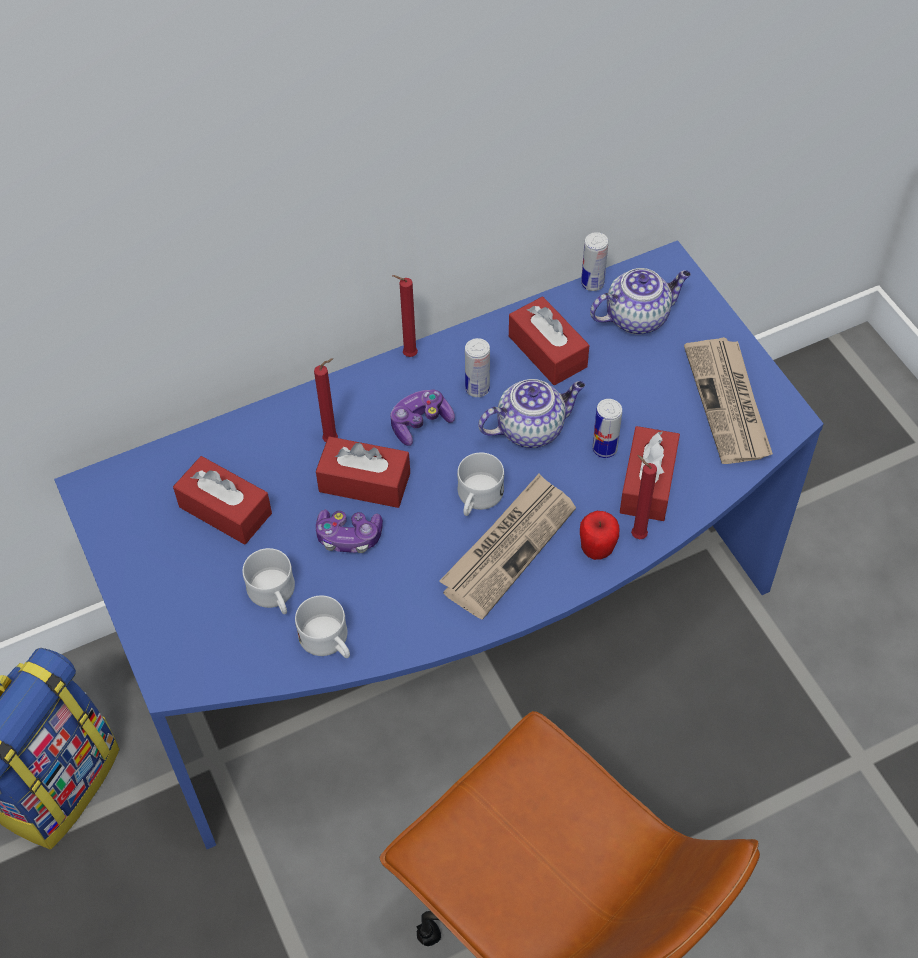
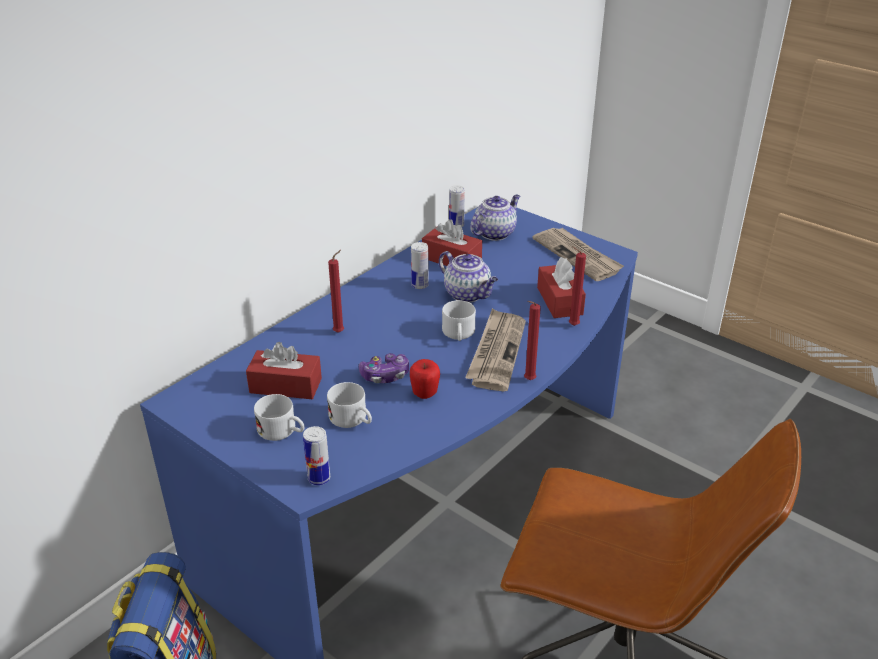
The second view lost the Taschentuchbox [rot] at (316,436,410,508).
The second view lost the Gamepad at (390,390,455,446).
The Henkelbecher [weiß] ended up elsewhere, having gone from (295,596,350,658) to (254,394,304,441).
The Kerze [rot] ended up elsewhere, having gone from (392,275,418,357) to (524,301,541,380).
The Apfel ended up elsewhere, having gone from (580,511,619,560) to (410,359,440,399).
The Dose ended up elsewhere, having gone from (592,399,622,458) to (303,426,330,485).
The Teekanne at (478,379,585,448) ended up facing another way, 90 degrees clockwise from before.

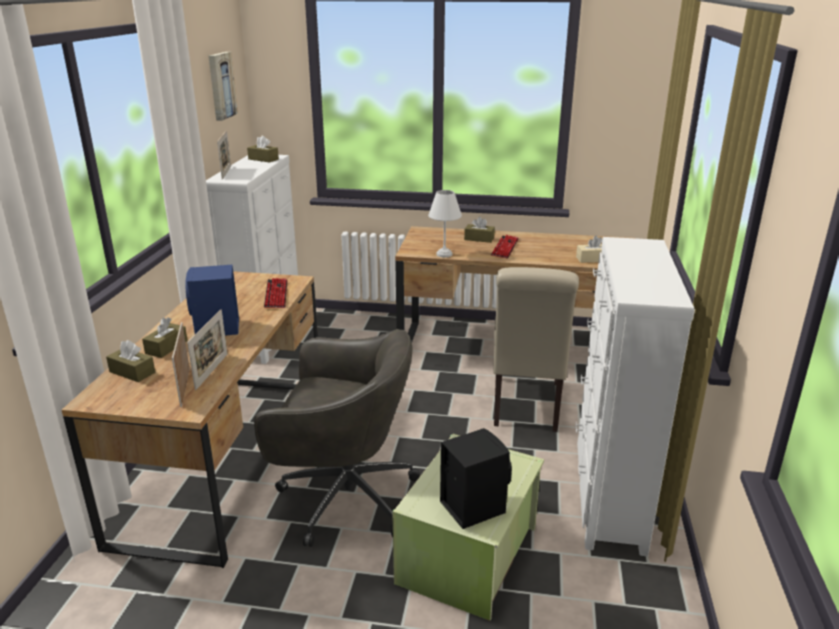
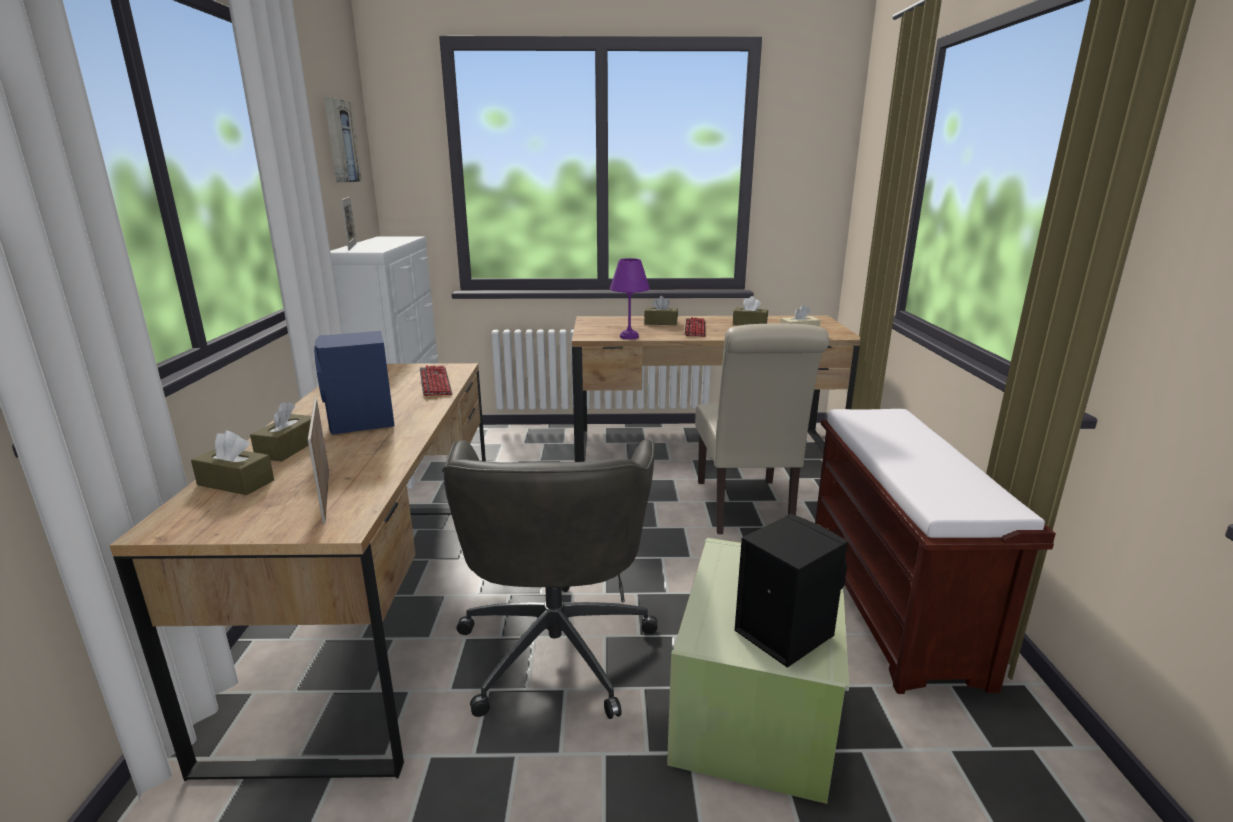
The second view lost the Bilderrahmen at (187,309,228,390).
The Taschentuchbox [braun] ended up elsewhere, having gone from (247,136,279,162) to (733,296,768,325).
Where the Kommode [weiß] stood at (575,237,695,557), the Bank [braun] came to stand at (815,409,1056,694).
What was the Tischlampe [weiß] at (428,190,462,257) turned into the Tischlampe [lila] at (610,258,650,339).
The Bürostuhl [grau] at (254,329,420,547) ended up facing another way, 90 degrees clockwise from before.

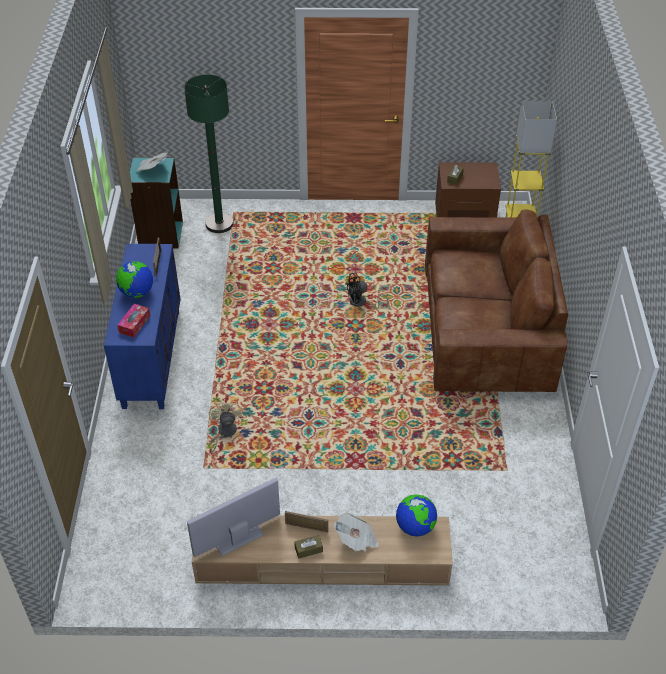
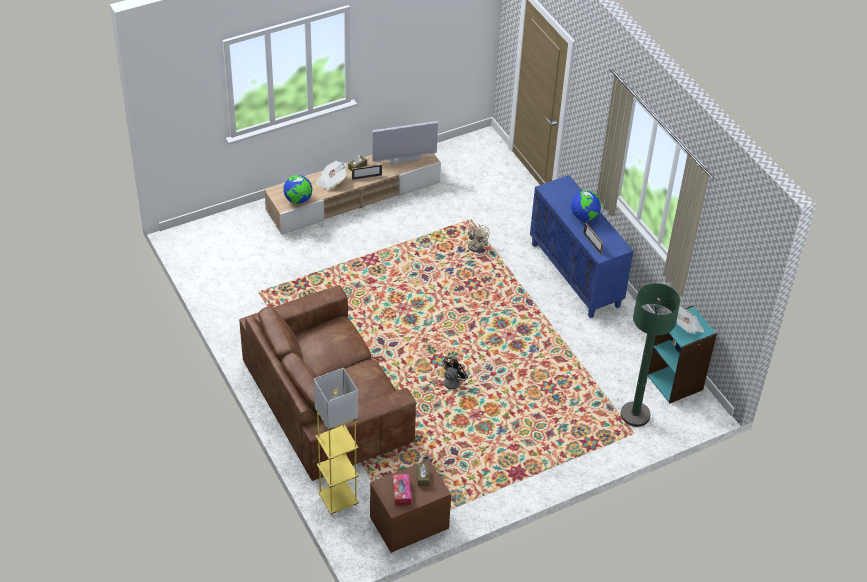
The Taschentuchbox ended up elsewhere, having gone from (117,304,150,337) to (392,474,411,506).
The Fernseher at (187,478,280,557) ended up facing another way, 45 degrees clockwise from before.

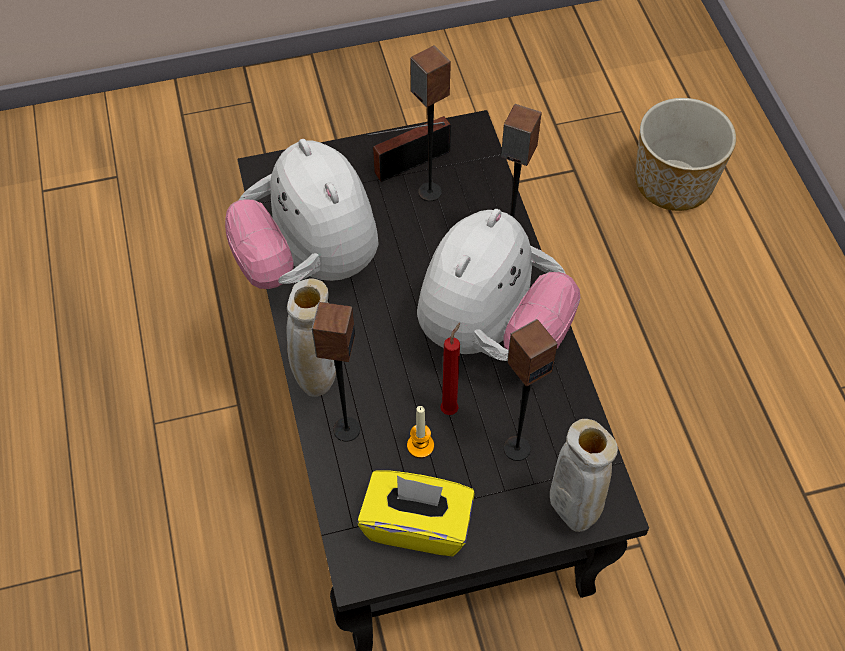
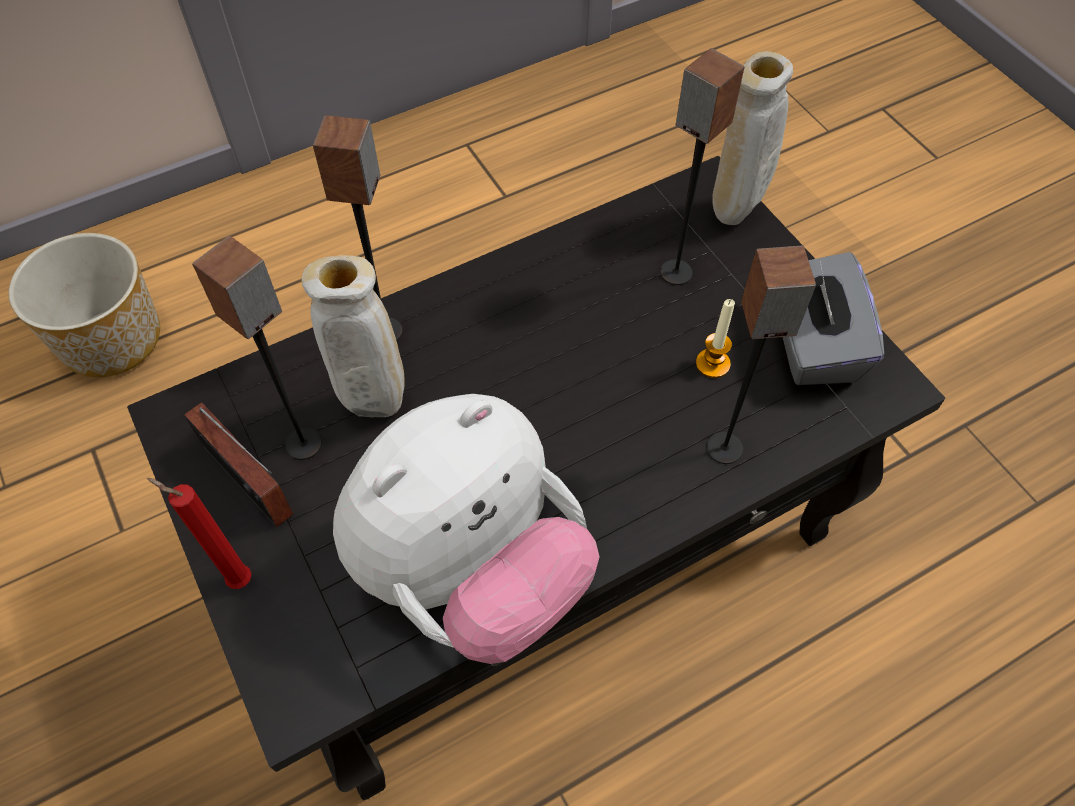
The second view lost the Plüschtier at (417,209,580,361).
The Vase [beige] ended up elsewhere, having gone from (287,278,336,397) to (301,256,404,417).
The Kerze [rot] ended up elsewhere, having gone from (440,322,460,415) to (147,478,252,589).
What was the Taschentuchbox [gelb] at (357,471,475,557) turned into the Taschentuchbox [grau] at (783,252,884,385).

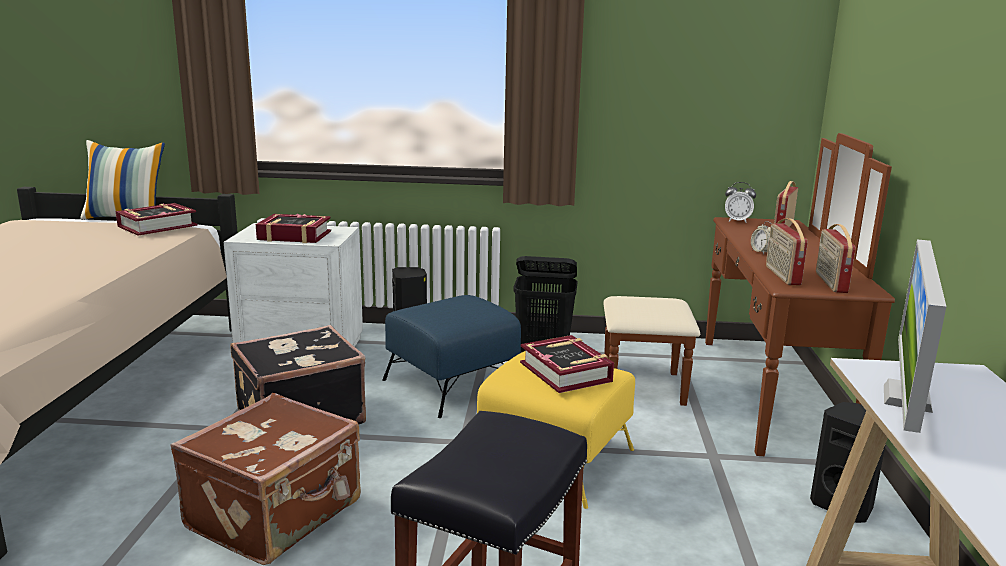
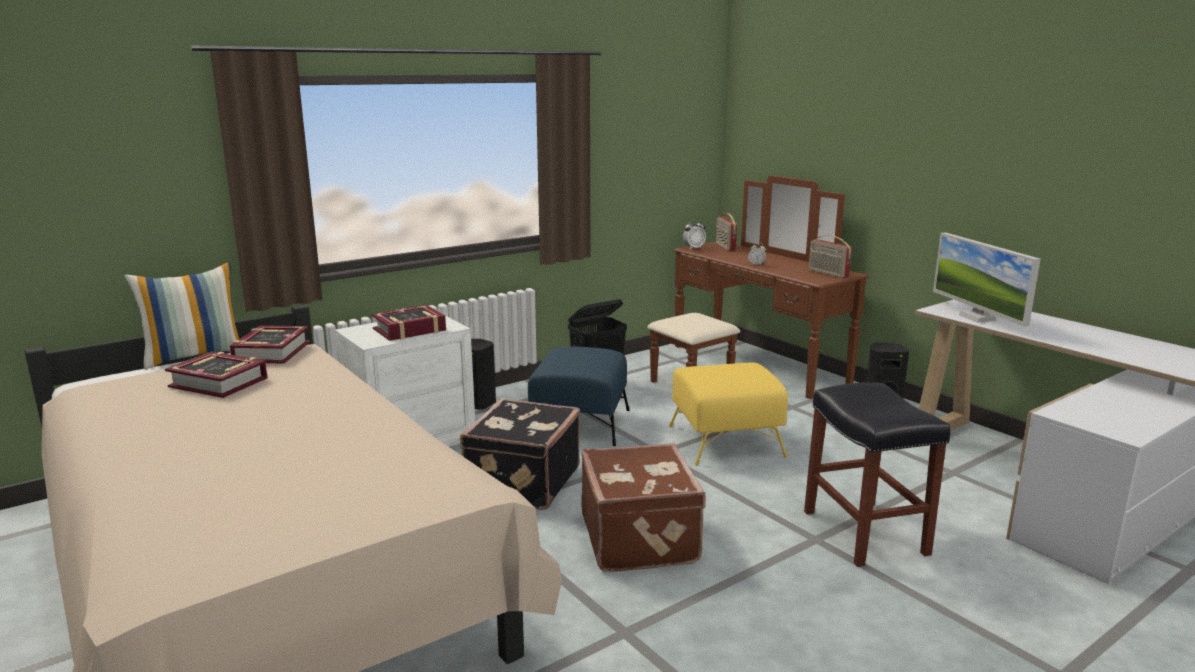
The second view lost the Radio at (766,218,808,285).
The Buch ended up elsewhere, having gone from (520,335,614,393) to (165,352,268,398).

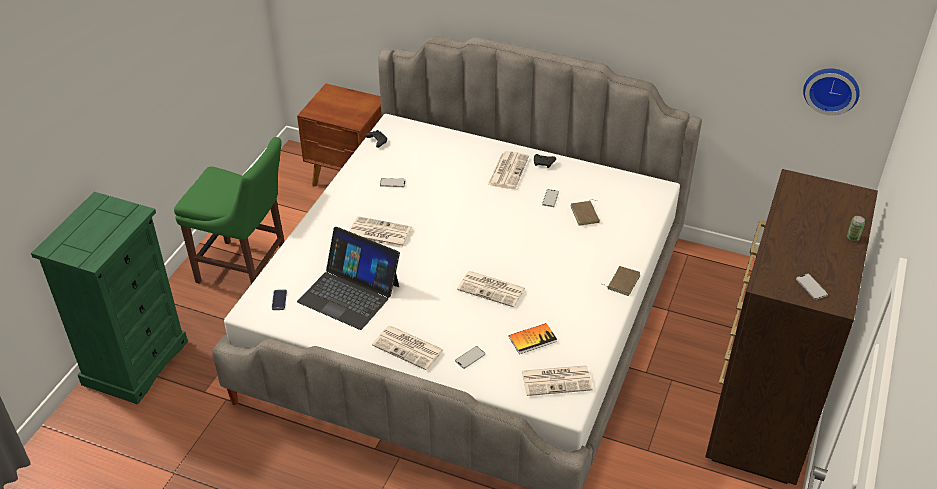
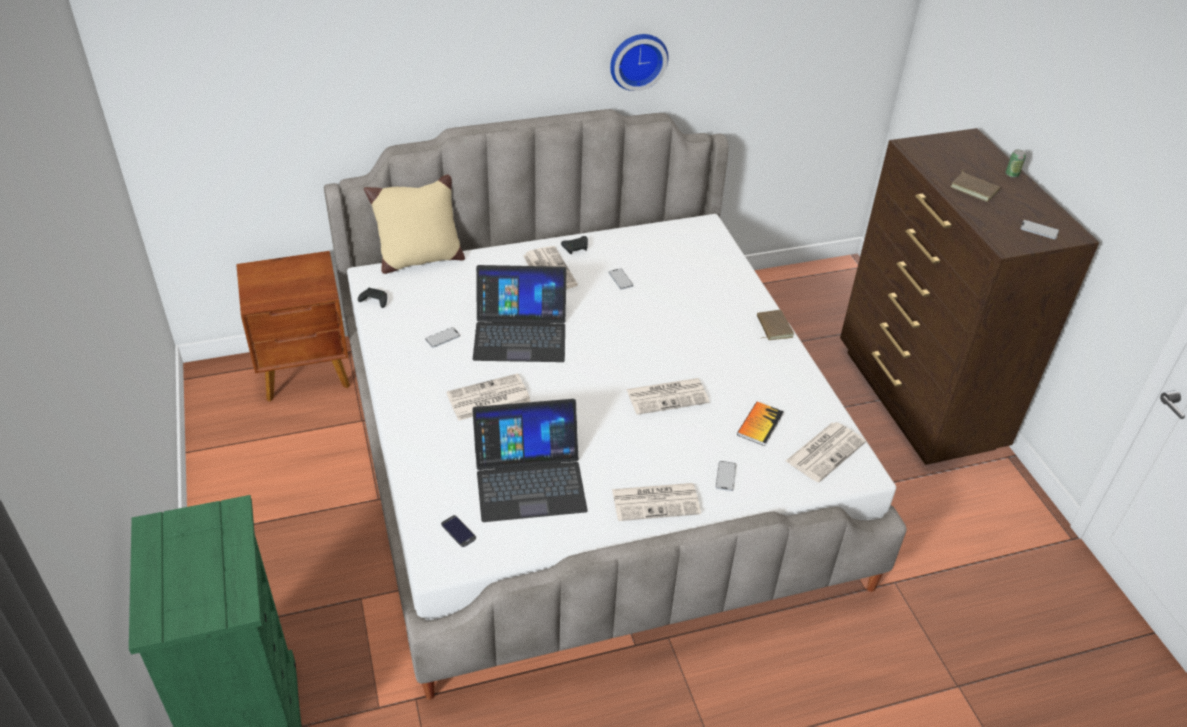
The second view lost the Stuhl [grün] at (174,137,285,284).
The second view gained the Kissen [beige] at (364,175,465,274).
The second view gained the Laptop at (473,265,566,362).
The Buch [braun] ended up elsewhere, having gone from (571,199,600,226) to (950,169,1000,202).
The Wanduhr ended up elsewhere, having gone from (803,68,860,115) to (610,34,668,91).

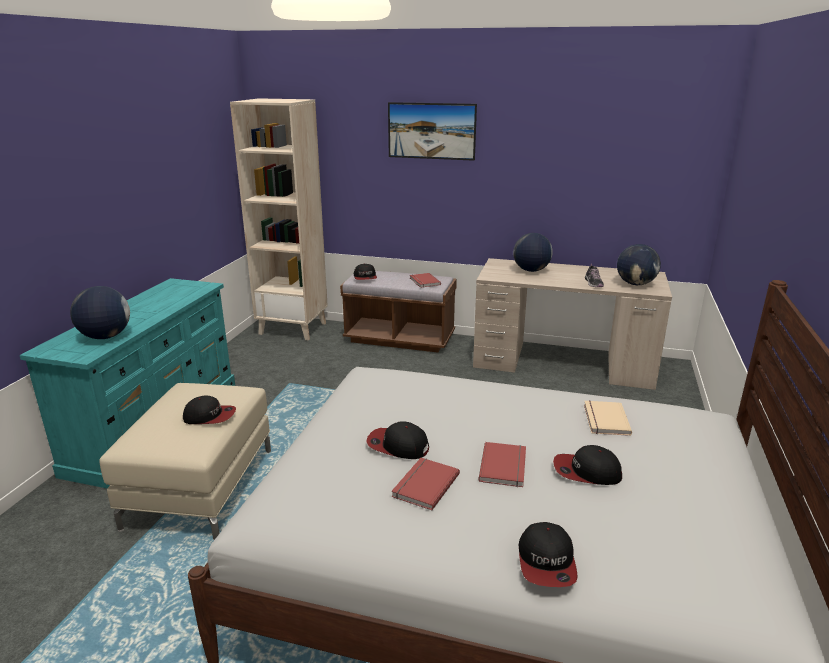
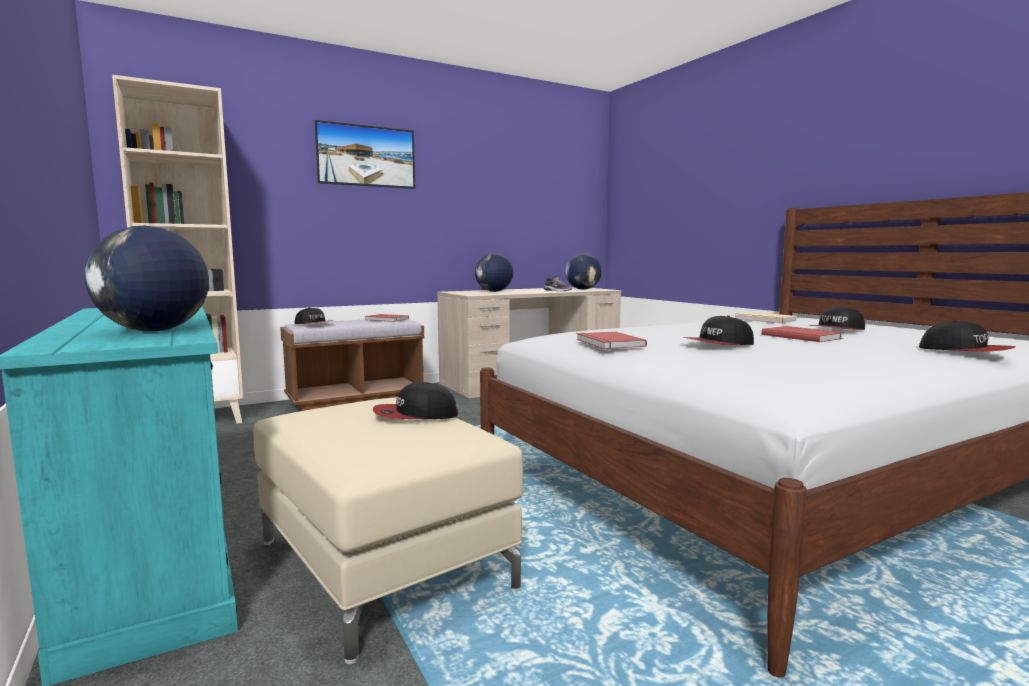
The Buch [rot] ended up elsewhere, having gone from (391,458,460,510) to (576,332,647,349).
The Kappe at (183,395,236,424) ended up facing another way, 150 degrees counterclockwise from before.

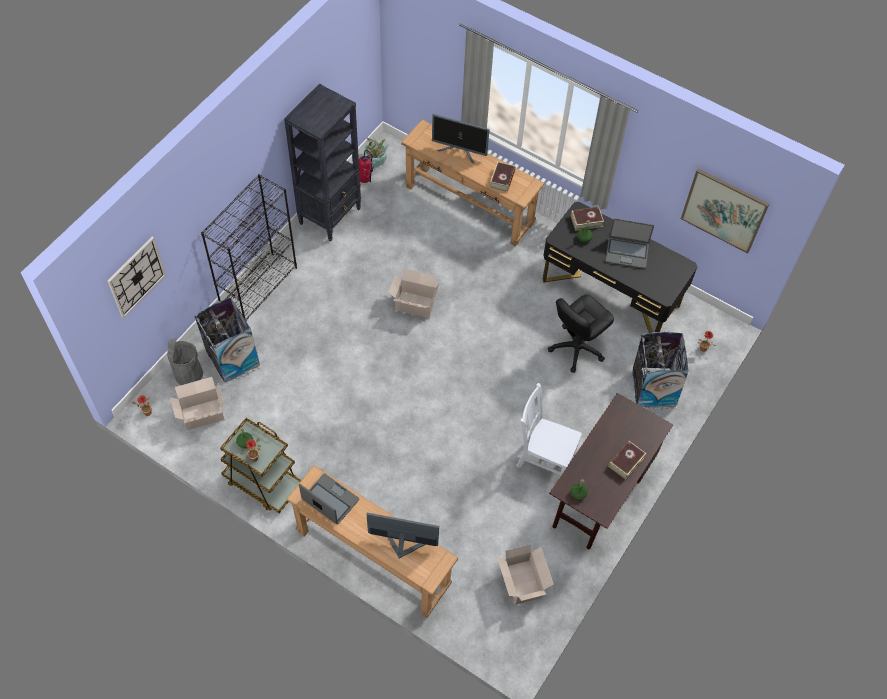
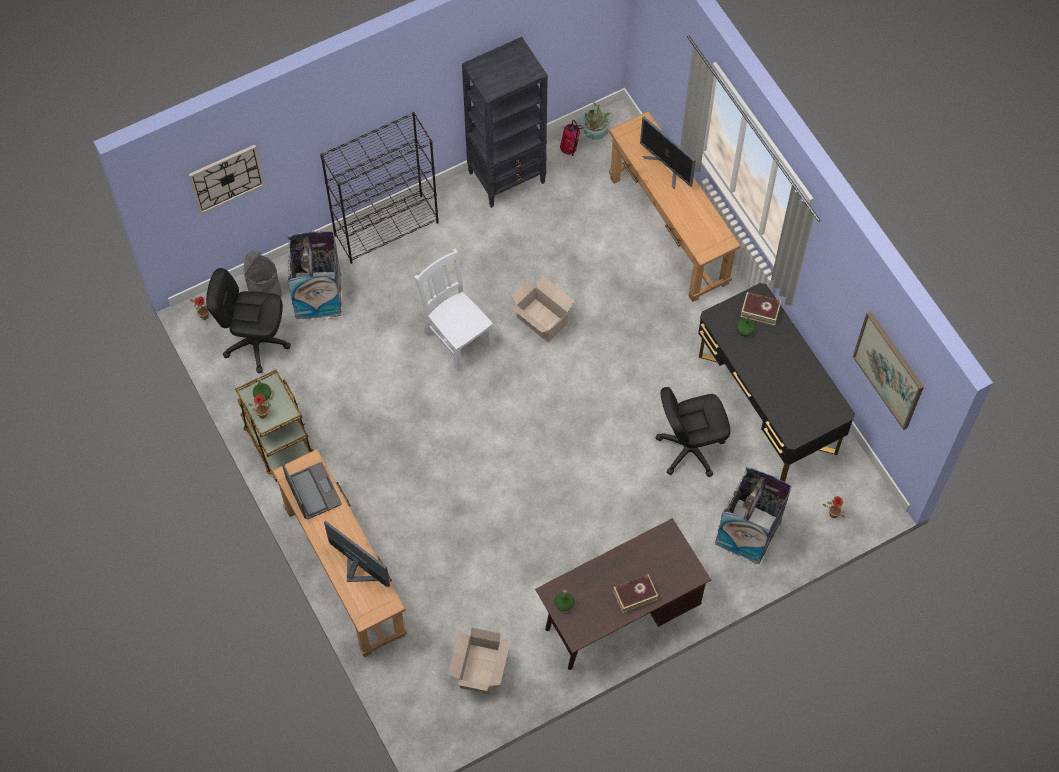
The second view lost the Buch at (490,161,516,192).
The second view lost the Laptop at (606,218,654,269).
The Stuhl [weiß] ended up elsewhere, having gone from (516,383,582,477) to (414,248,494,371).
Where the Karton stood at (170,377,224,430), the Bürostuhl [schwarz] came to stand at (206,268,291,373).

